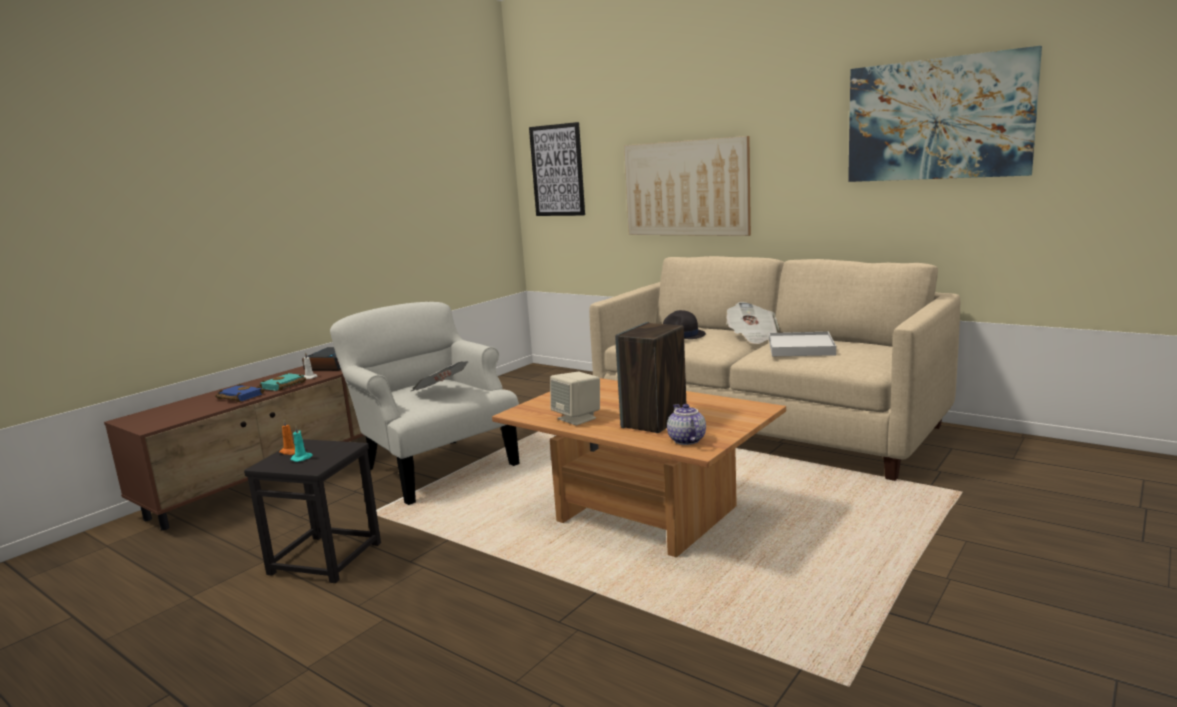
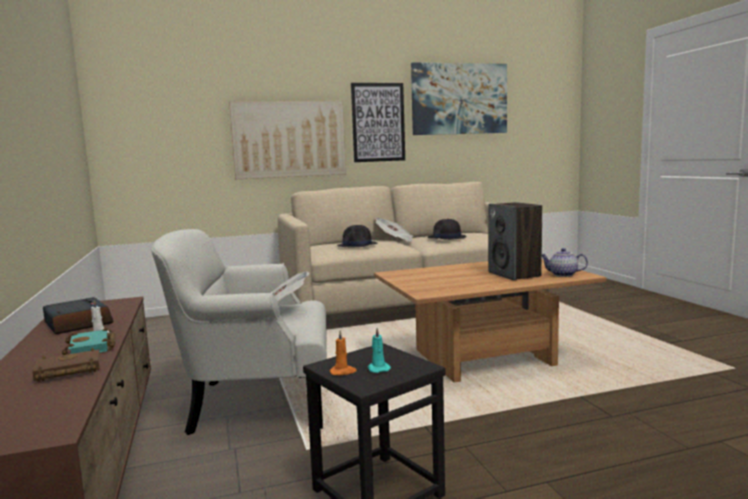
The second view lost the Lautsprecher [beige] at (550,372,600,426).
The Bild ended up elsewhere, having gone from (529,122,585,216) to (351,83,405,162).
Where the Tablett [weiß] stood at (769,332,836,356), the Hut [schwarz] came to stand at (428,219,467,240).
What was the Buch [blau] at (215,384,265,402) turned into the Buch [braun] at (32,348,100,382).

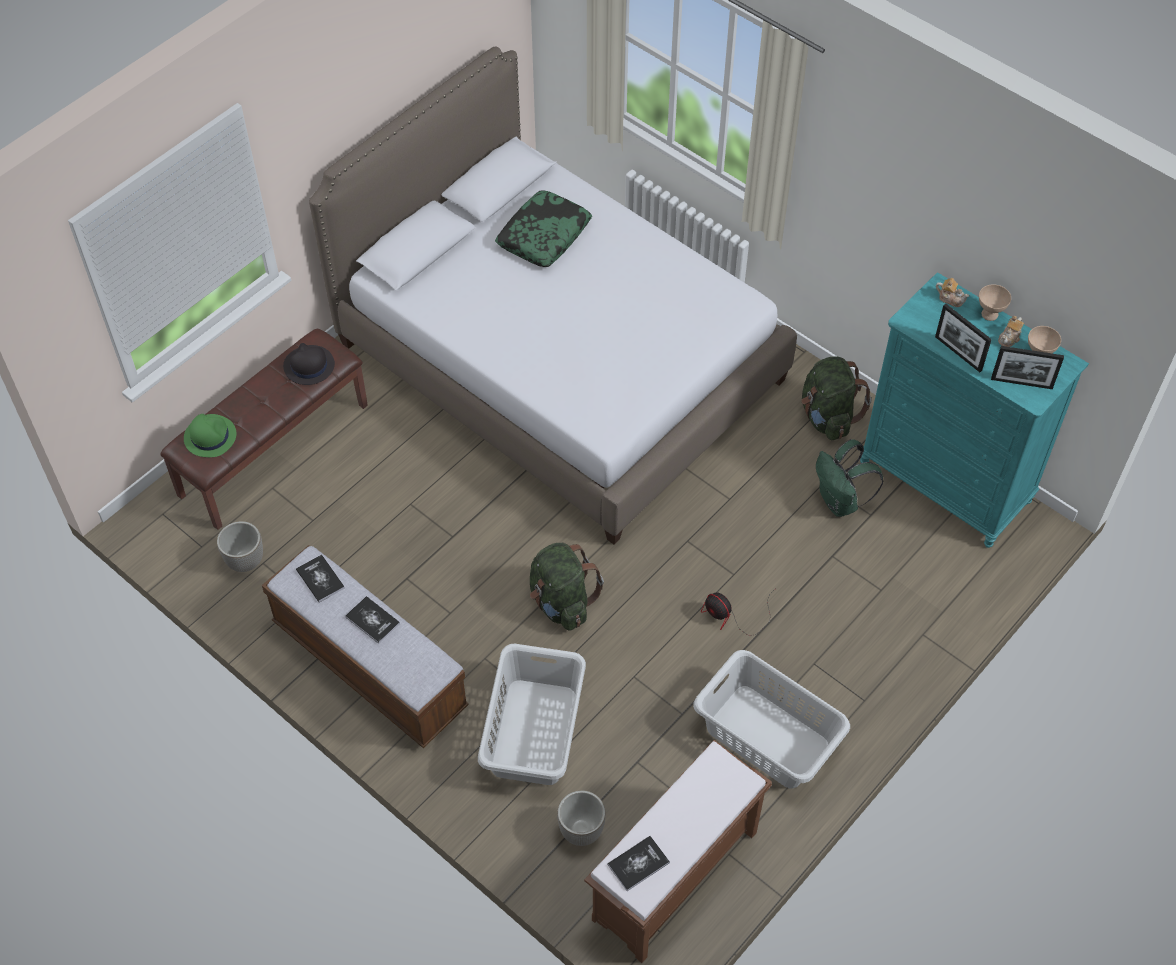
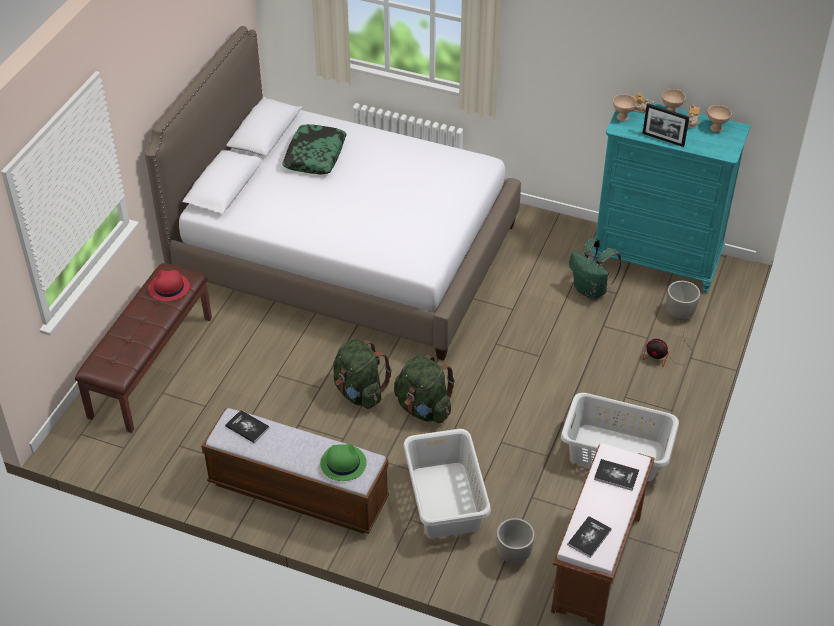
The second view lost the Bilderrahmen at (991,346,1064,389).
The second view gained the Schüssel [beige] at (613,94,637,121).
The Hut [grün] ended up elsewhere, having gone from (184,414,236,457) to (320,444,367,481).
The Pflanzkübel ended up elsewhere, having gone from (217,521,263,572) to (666,281,700,320).
The Buch ended up elsewhere, having gone from (345,596,400,644) to (594,459,639,491).
The Ventilator ended up elsewhere, having gone from (701,589,775,636) to (643,332,693,367).
The Rucksack [grün] ended up elsewhere, having gone from (801,356,872,440) to (333,339,392,409).
What was the Hut [schwarz] at (283,343,335,385) turned into the Hut [rot] at (148,270,190,302).

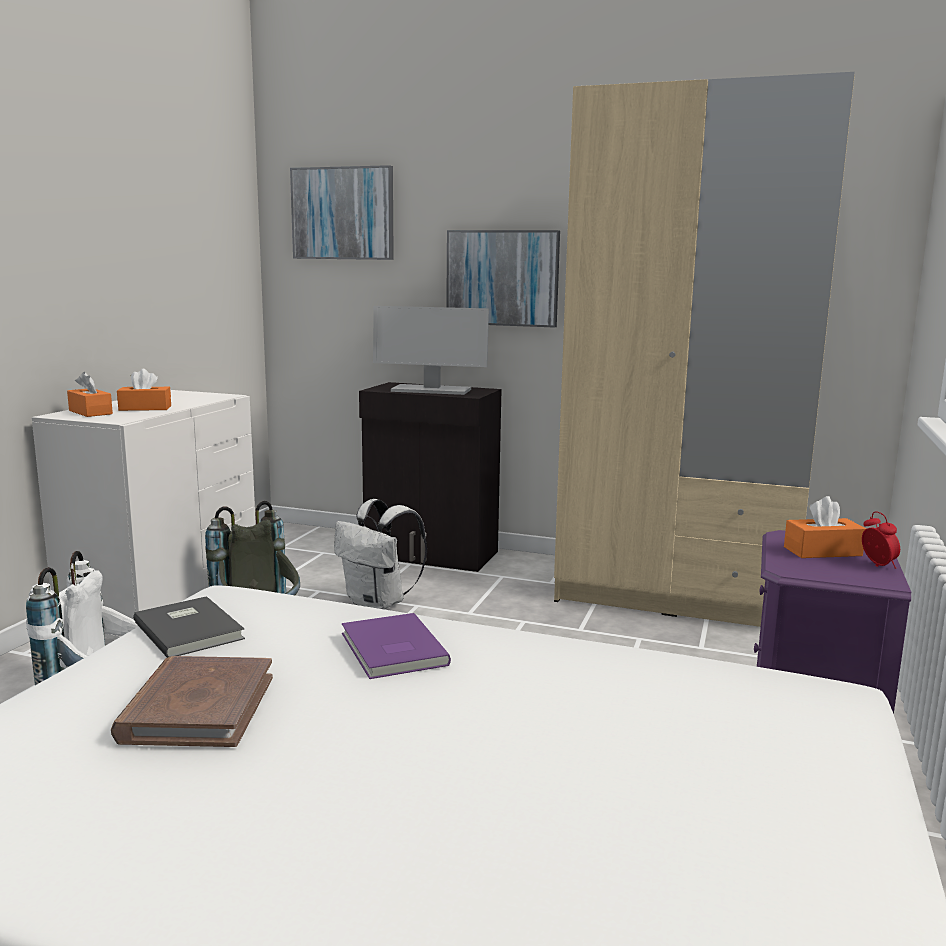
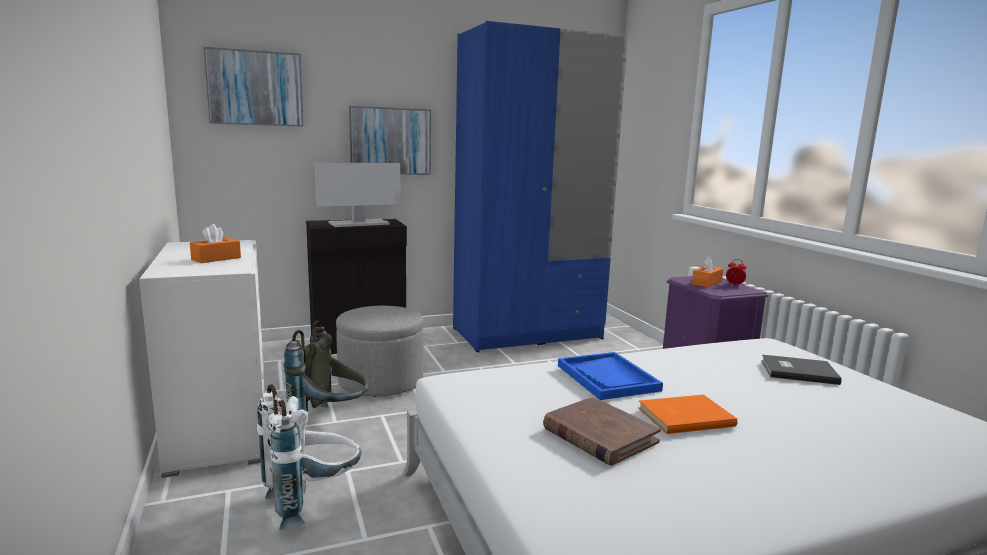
The second view lost the Taschentuchbox [orange] at (67,372,113,417).
The second view gained the Buch [orange] at (638,395,738,434).
The Buch [grau] ended up elsewhere, having gone from (133,596,245,658) to (761,355,842,385).
Where the Rucksack [weiß] stood at (334,499,427,609), the Polsterhocker [grau] came to stand at (336,306,423,397).
Where the Buch [lila] stood at (342,613,451,679), the Tablett [blau] came to stand at (558,352,663,400).
What was the Kleiderschrank [beige] at (554,72,855,627) turned into the Kleiderschrank [blau] at (453,21,628,352).

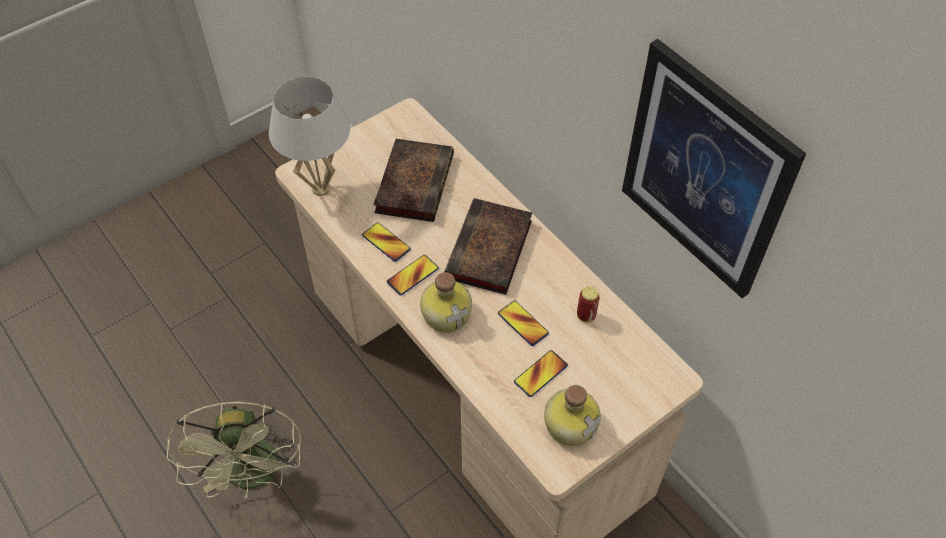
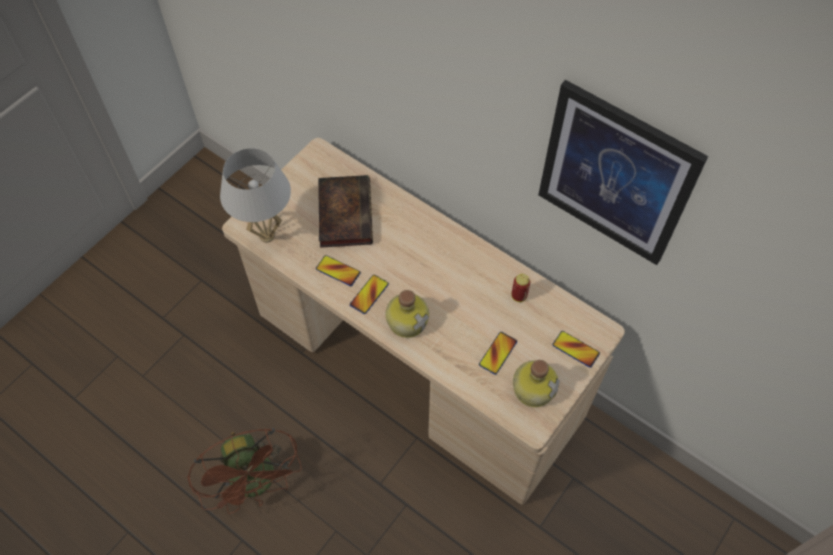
The second view lost the Buch at (444,198,532,295).
The Handy ended up elsewhere, having gone from (498,301,549,346) to (552,331,600,368).
What was the Ventilator [grün] at (167,402,301,499) turned into the Ventilator [braun] at (188,428,302,514).

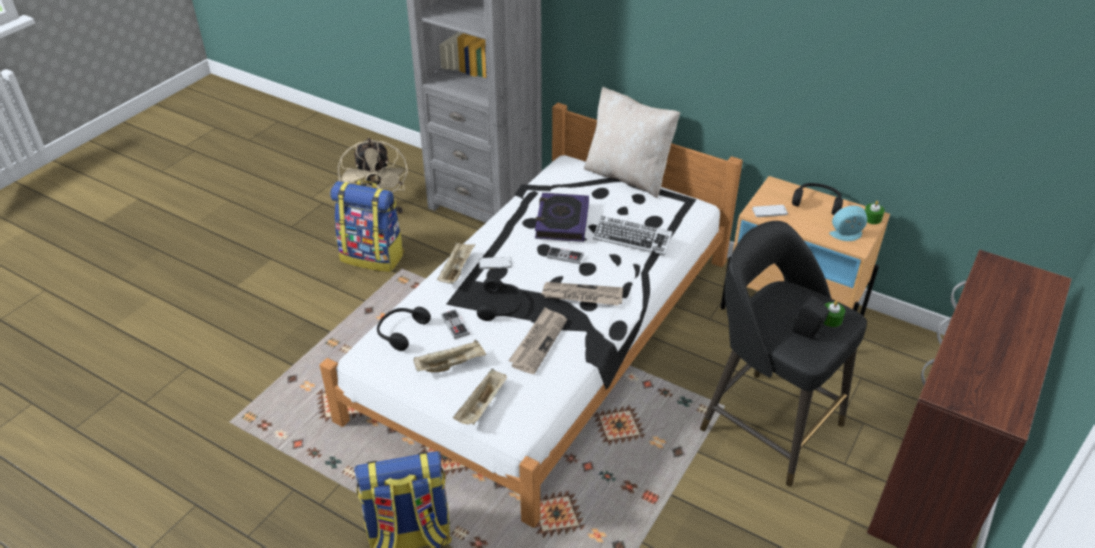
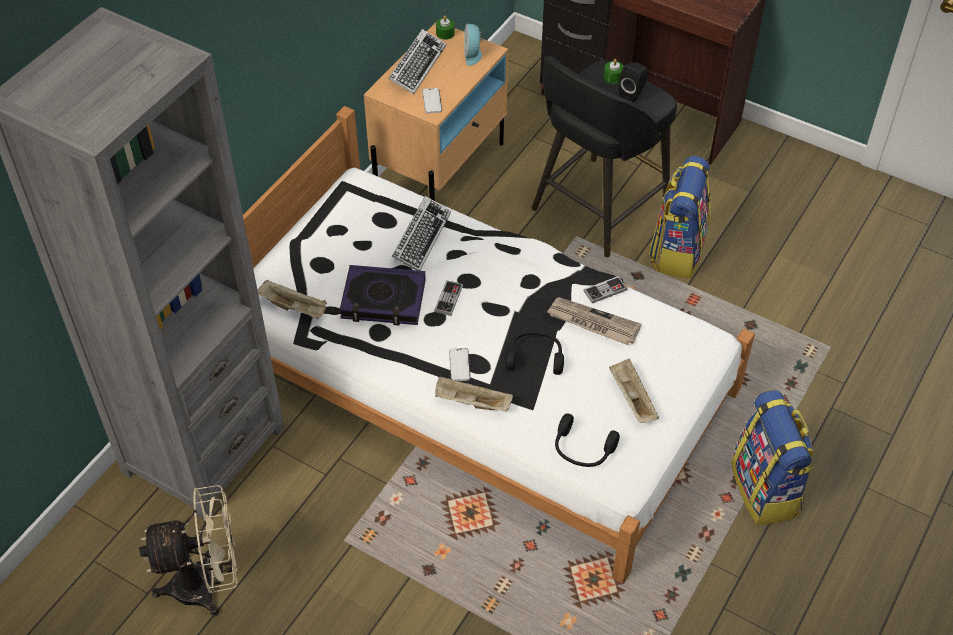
The second view lost the Zeitung at (542,282,623,306).
The second view lost the Kissen [beige] at (584,86,680,198).
The Rucksack ended up elsewhere, having gone from (330,180,404,272) to (649,156,711,279).
The Gamepad ended up elsewhere, having gone from (441,309,470,339) to (583,276,627,303).
The Tablett [beige] ended up elsewhere, having gone from (453,369,507,425) to (257,280,327,319).
Where the Kopfhörer [schwarz] stood at (792,183,843,215), the Tastatur came to stand at (388,29,446,94).

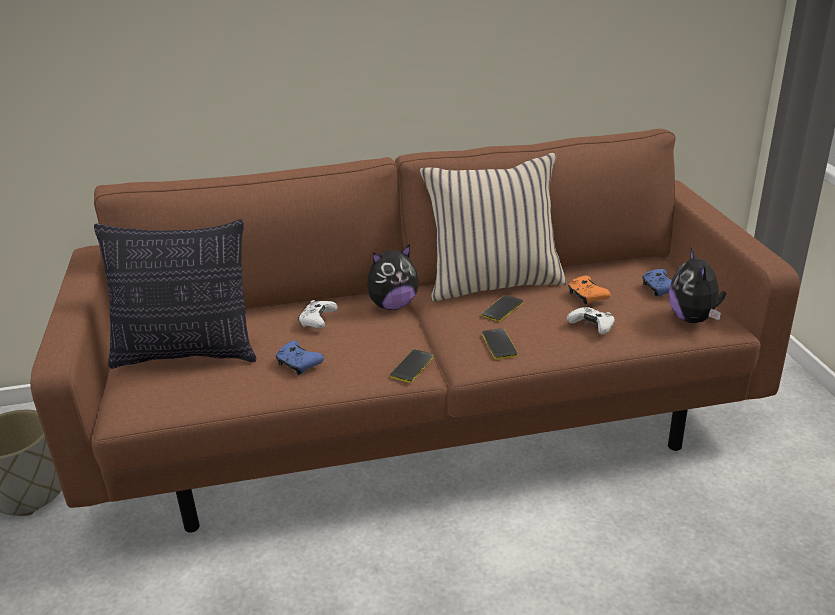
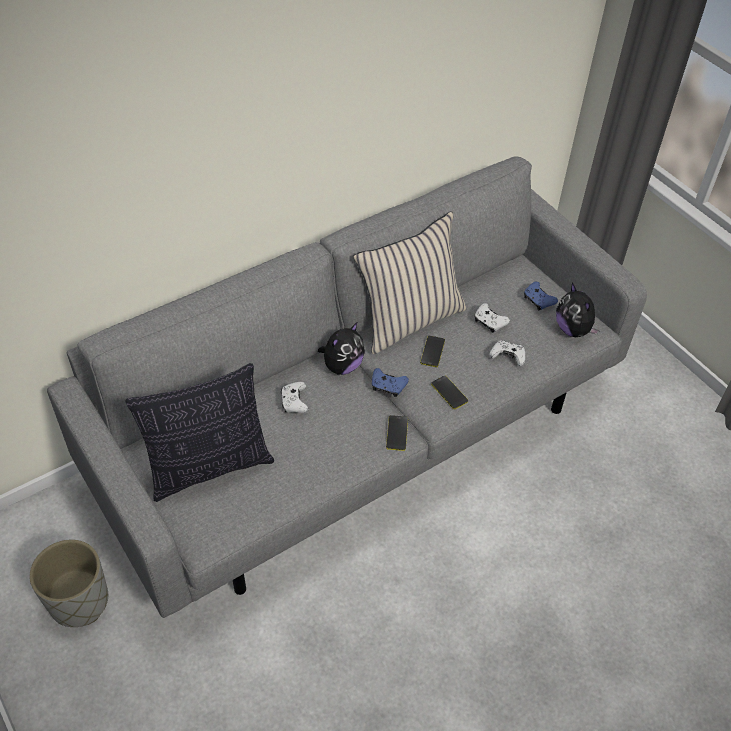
The Gamepad [blau] ended up elsewhere, having gone from (275,341,324,375) to (372,368,409,397).
What was the Sofa [braun] at (30,129,800,533) turned into the Sofa [grau] at (47,156,647,618).
What was the Gamepad [orange] at (568,276,611,305) turned into the Gamepad [weiß] at (474,303,510,333).

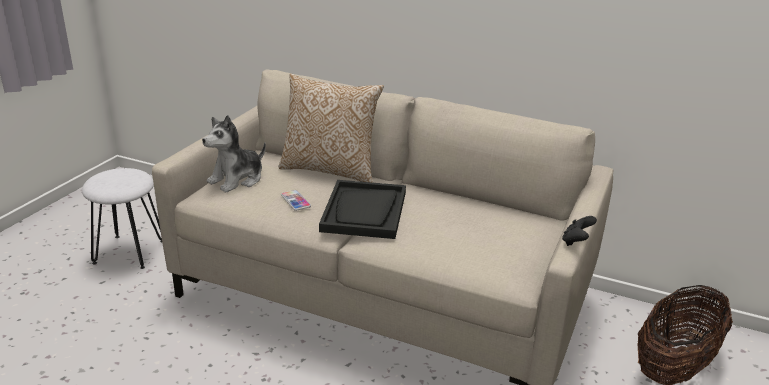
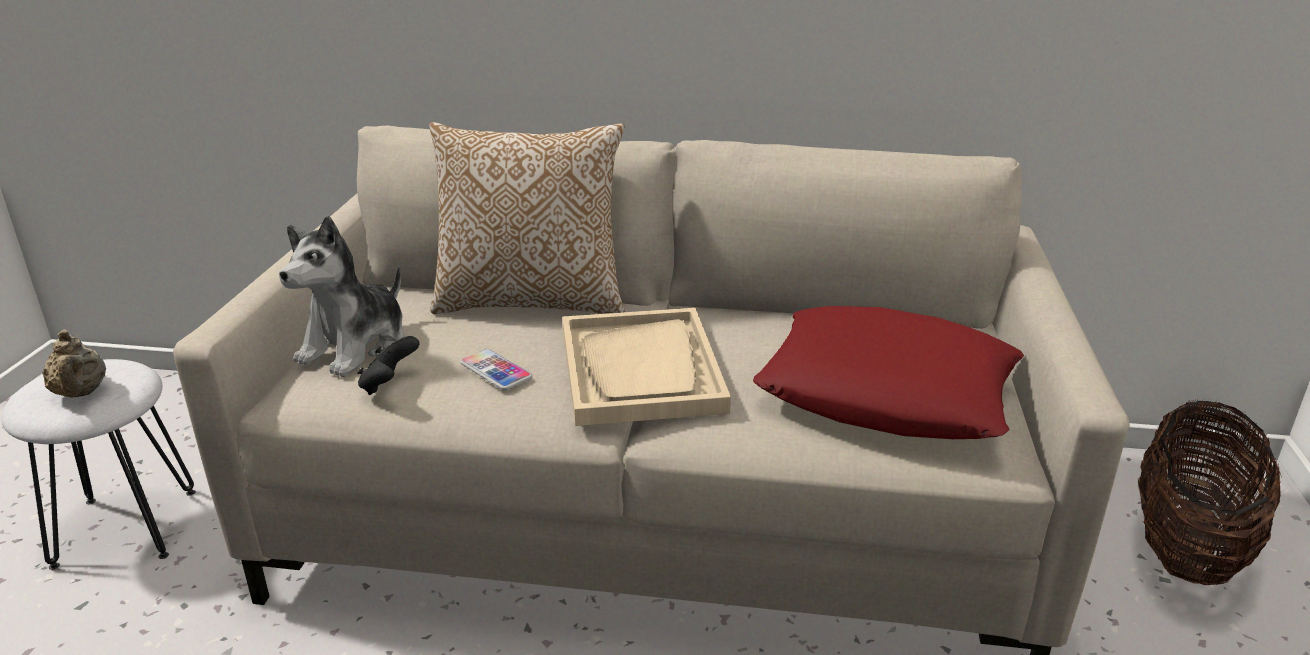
The second view gained the Teekanne [beige] at (42,330,106,398).
The second view gained the Kissen [rot] at (753,306,1024,439).
The Gamepad [schwarz] ended up elsewhere, having gone from (562,216,597,246) to (357,336,419,395).
What was the Tablett [schwarz] at (319,180,406,239) turned into the Tablett [beige] at (562,308,731,426).

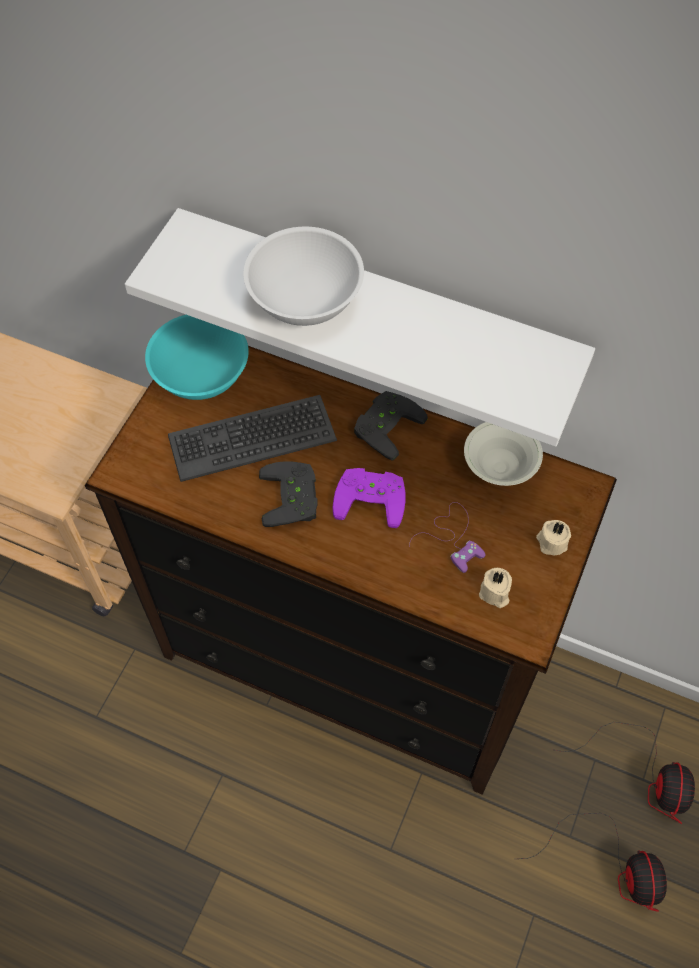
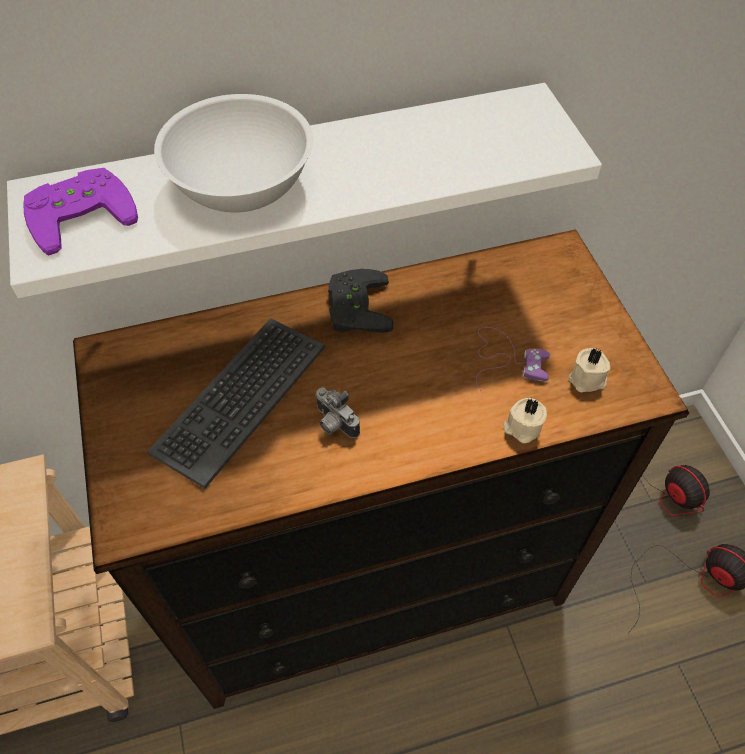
The second view lost the Schüssel [türkis] at (145,315,249,400).
The second view lost the Schüssel [weiß] at (464,422,543,486).
The Gamepad [lila] ended up elsewhere, having gone from (332,468,406,528) to (24,168,138,256).
The Kerze [beige] ended up elsewhere, having gone from (536,520,571,555) to (504,398,547,443).
Where the Gamepad [schwarz] stood at (259,462,318,527), the Kamera came to stand at (315,388,360,438).

